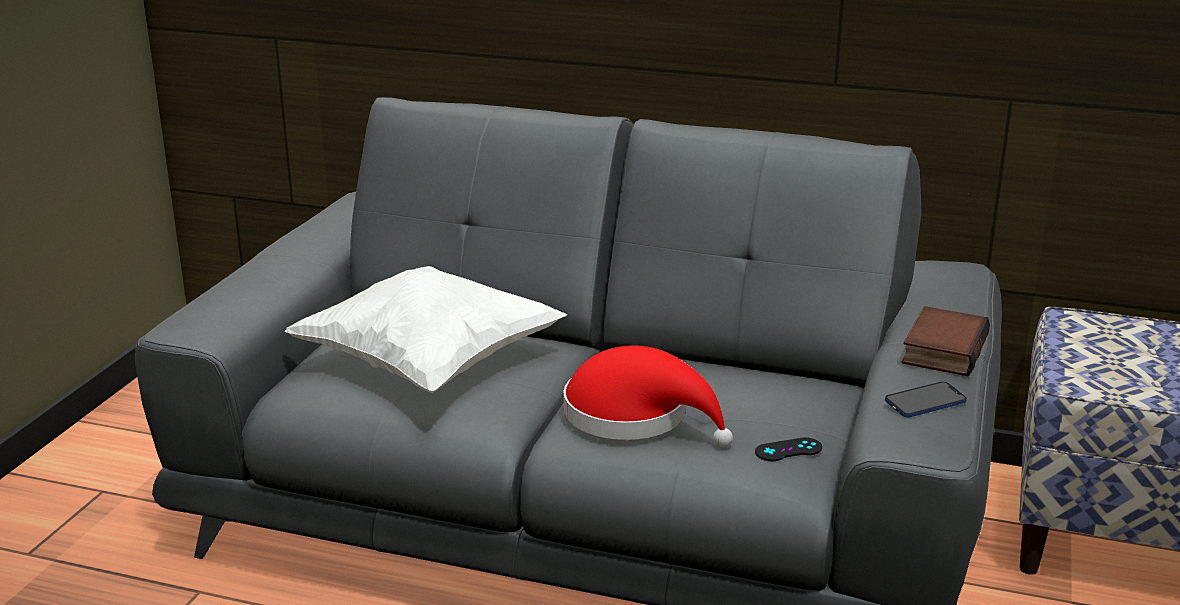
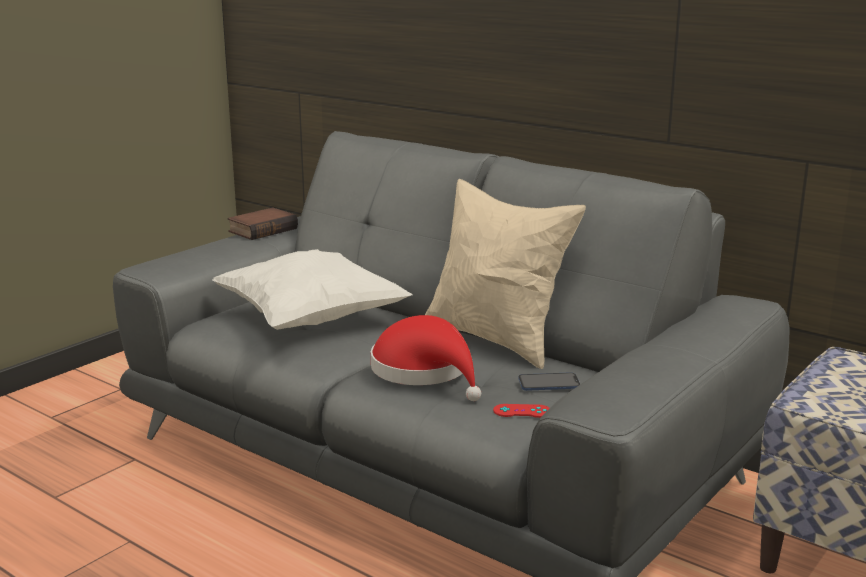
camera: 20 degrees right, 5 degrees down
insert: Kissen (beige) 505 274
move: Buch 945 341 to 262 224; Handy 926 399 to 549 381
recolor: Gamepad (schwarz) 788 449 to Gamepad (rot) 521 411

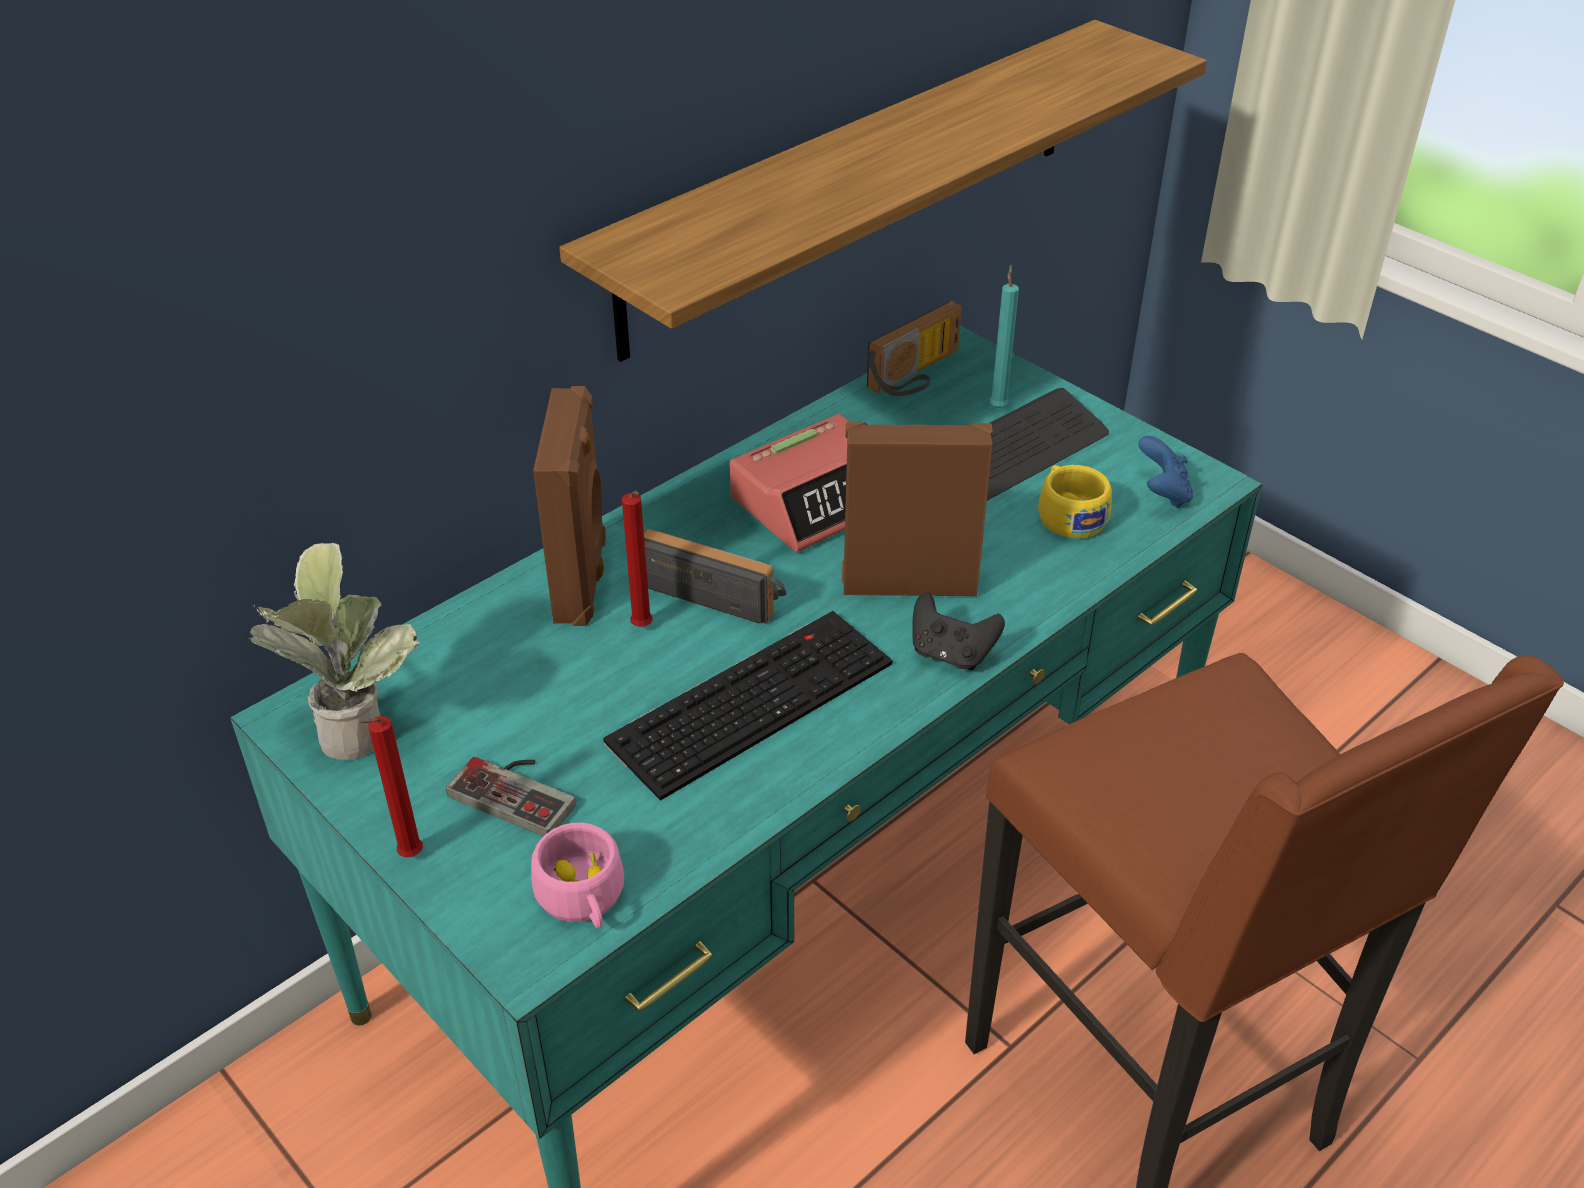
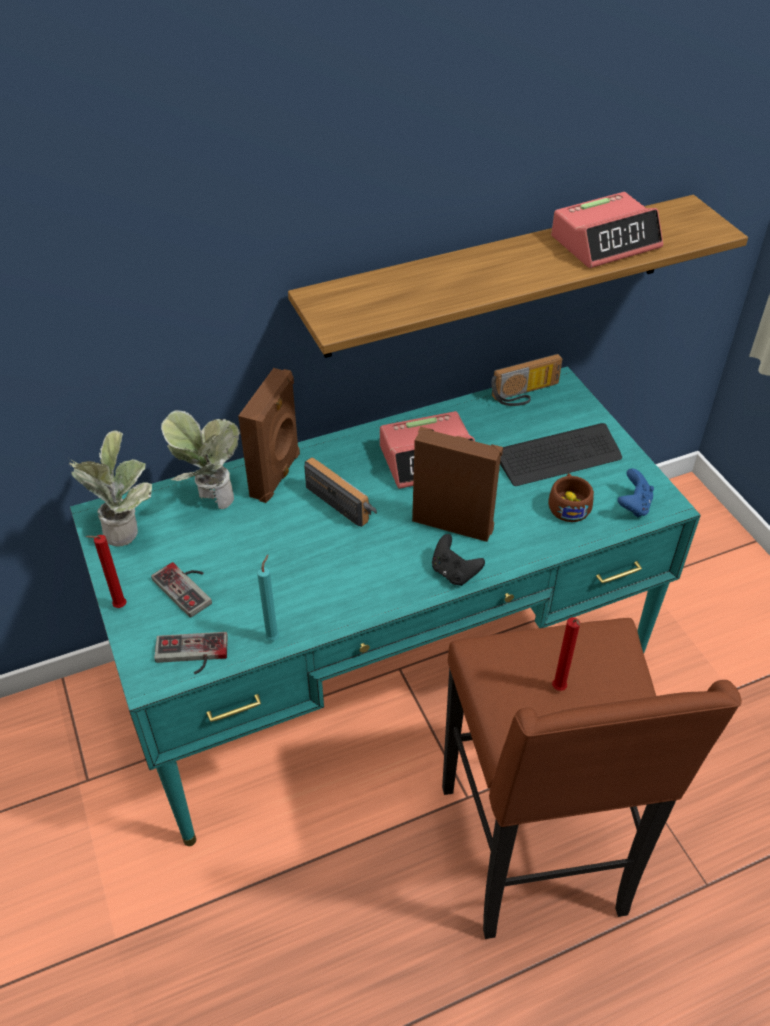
camera: 20 degrees right, 5 degrees up
delete: Tastatur 748 706
insert: Wecker 607 230; Topfpflanze 200 459
move: Kerze (türkis) 1004 336 to 268 598; Kerze (rot) 637 559 to 566 654
replace: Tasse (rosa) 577 875 to Gamepad 191 653
recolor: Tasse (gelb) 1075 501 to Tasse (braun) 571 497

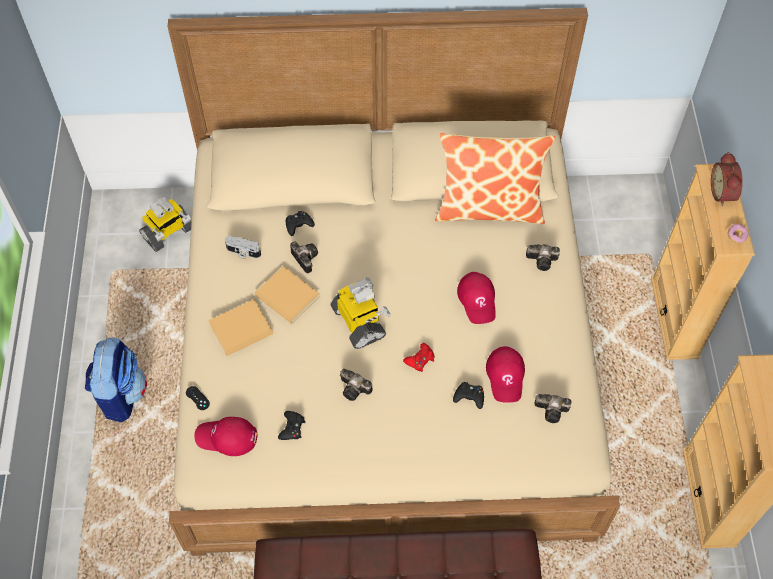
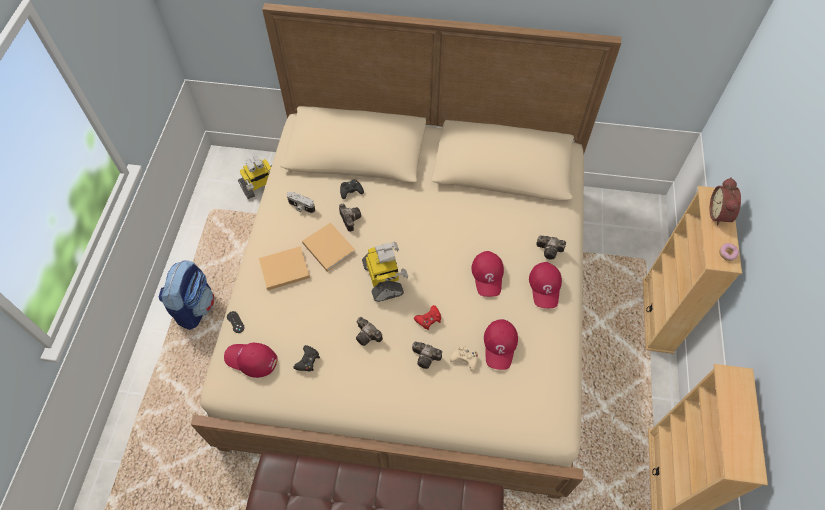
camera: 10 degrees right, 0 degrees up
delete: Kissen 495 178
insert: Kappe (rot) 545 285
move: Kamera 553 408 to 427 355
recolor: Gamepad (schwarz) 468 395 to Gamepad (beige) 464 358

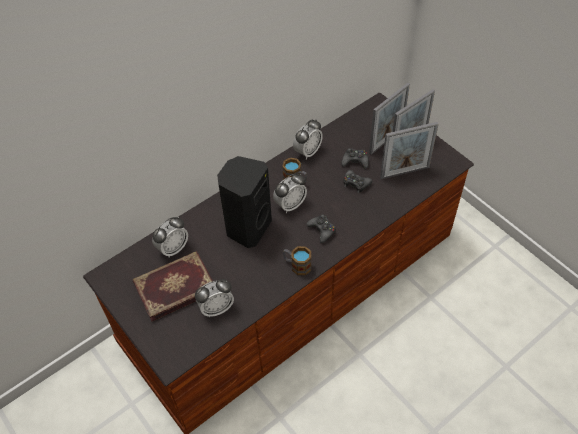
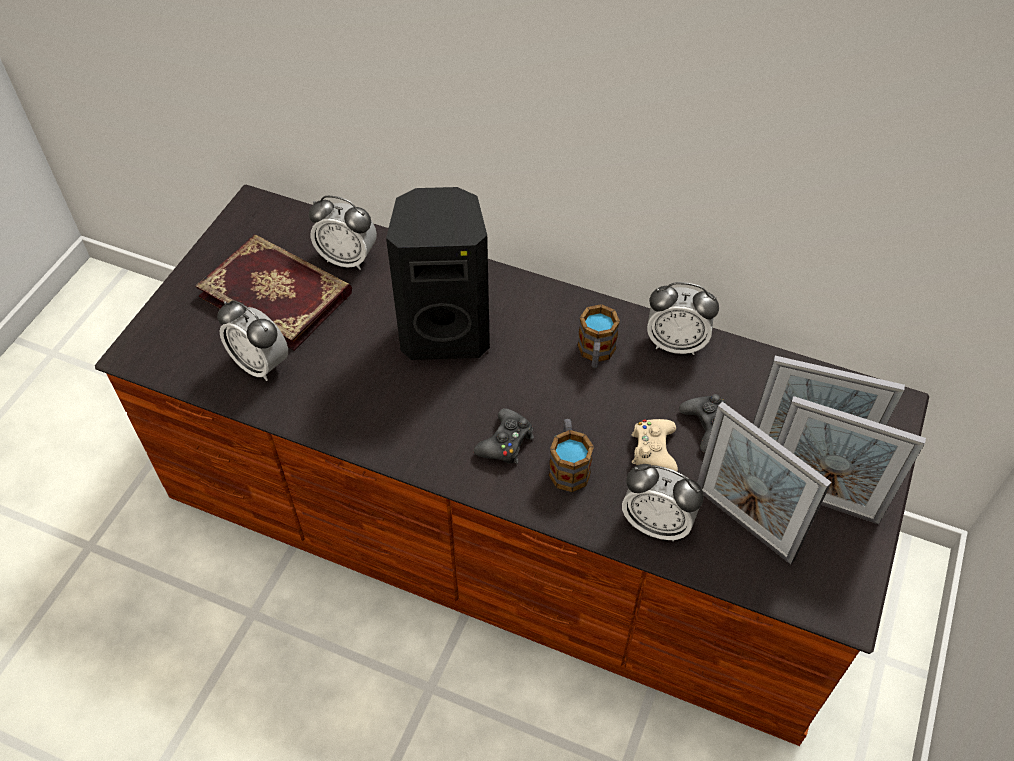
camera: 60 degrees right, 0 degrees up
move: Wecker 290 193 to 663 502; Henkelbecher 297 261 to 571 455
recolor: Gamepad (schwarz) 357 181 to Gamepad (beige) 655 445

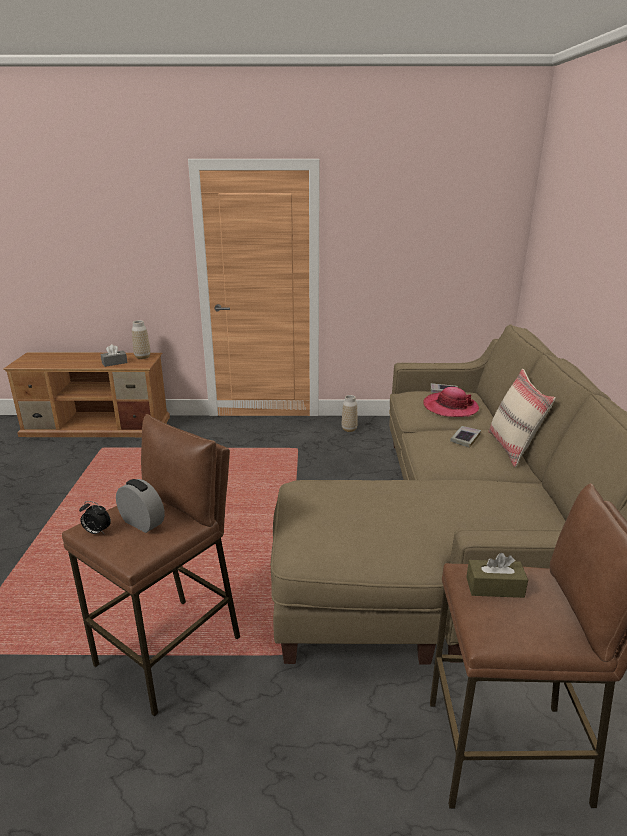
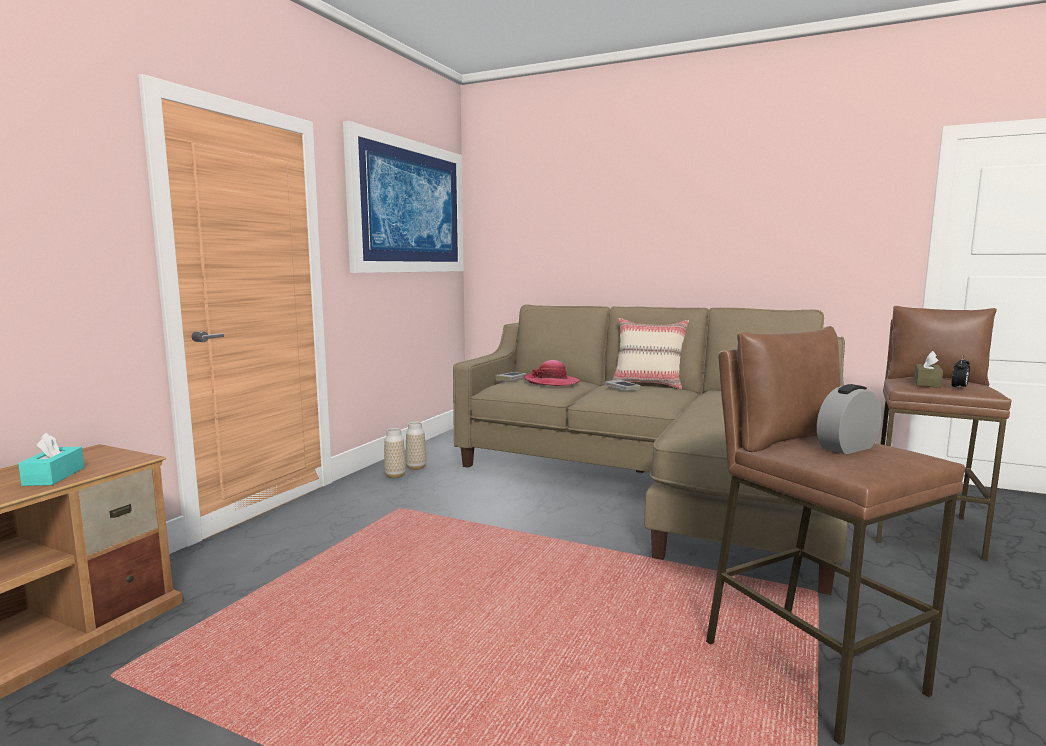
camera: 65 degrees left, 15 degrees down
insert: Bild 403 197
move: Vase 141 339 to 416 446; Wecker 95 518 to 960 372
recolor: Taschentuchbox (grau) 114 355 to Taschentuchbox (türkis) 51 459

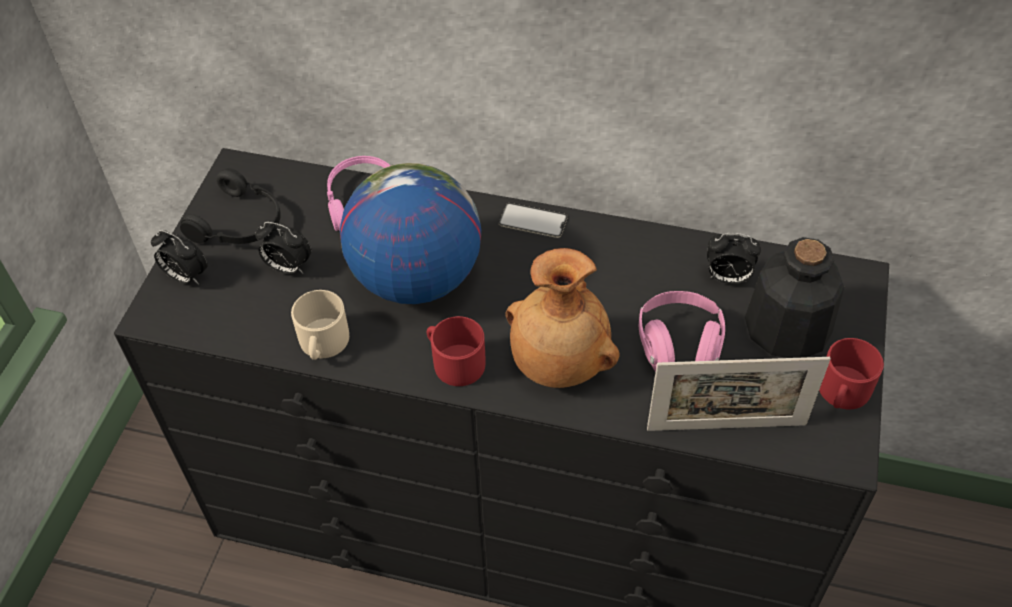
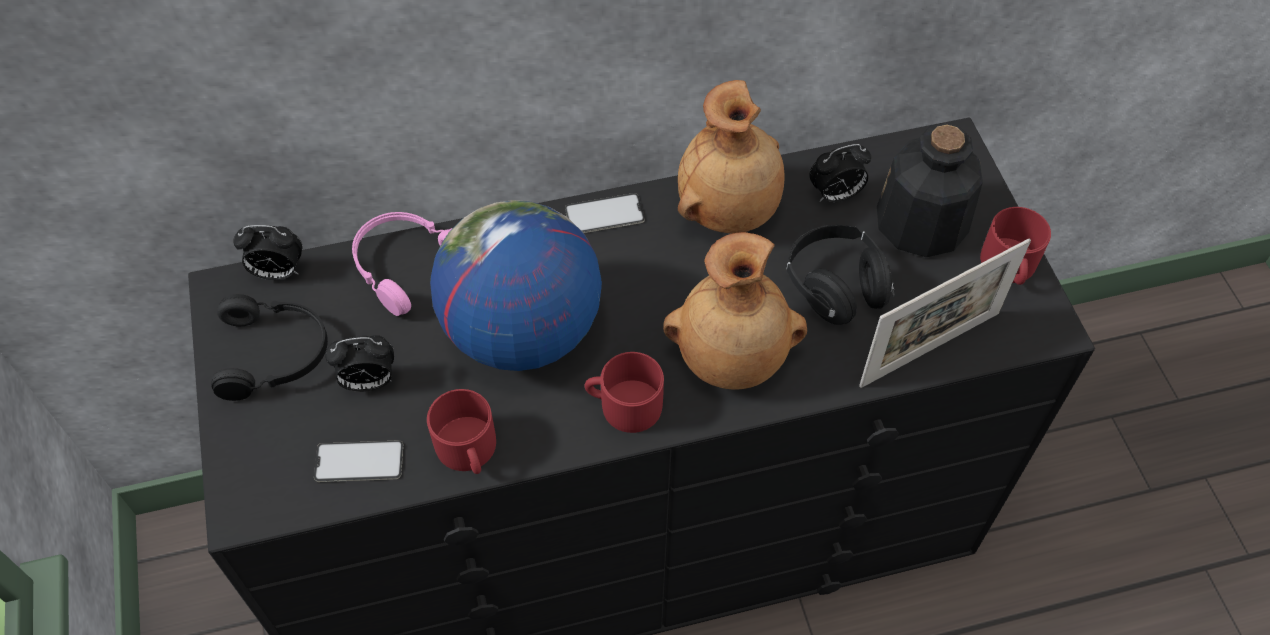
camera: 30 degrees left, 5 degrees up
insert: Vase (braun) 731 156; Handy 358 461
move: Wecker 179 257 to 267 252
recolor: Henkelbecher (beige) 320 325 to Henkelbecher (rot) 461 431; Kopfhörer (rosa) 682 331 to Kopfhörer (schwarz) 841 275

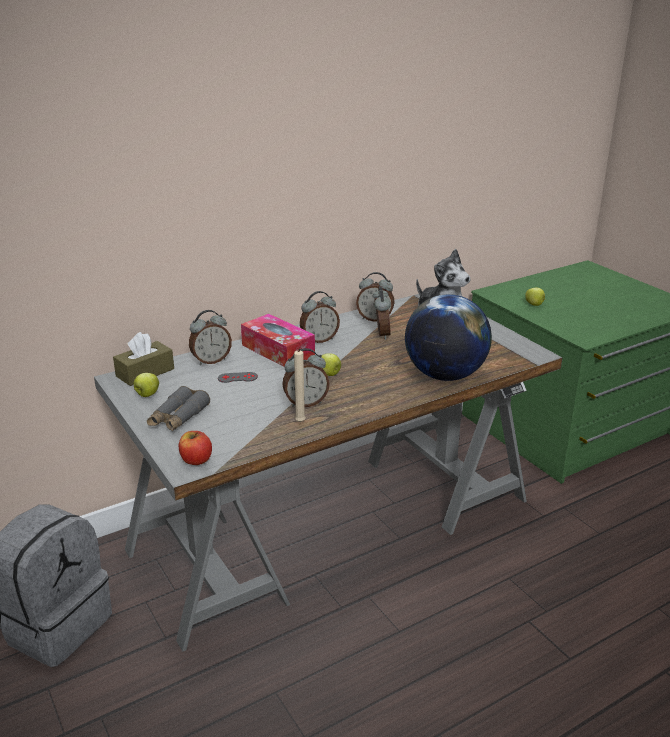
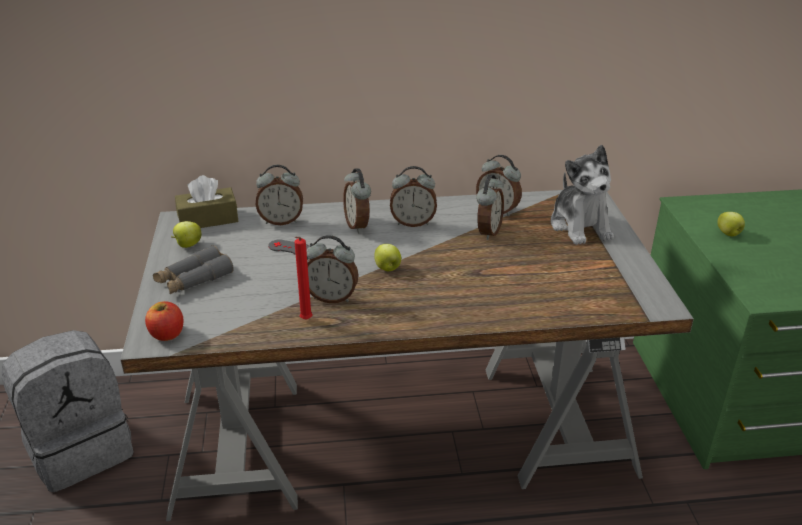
camera: 25 degrees right, 5 degrees up
delete: Globus 448 337
replace: Taschentuchbox 278 340 to Wecker 357 200
recolor: Kerze (beige) 300 385 to Kerze (rot) 304 278

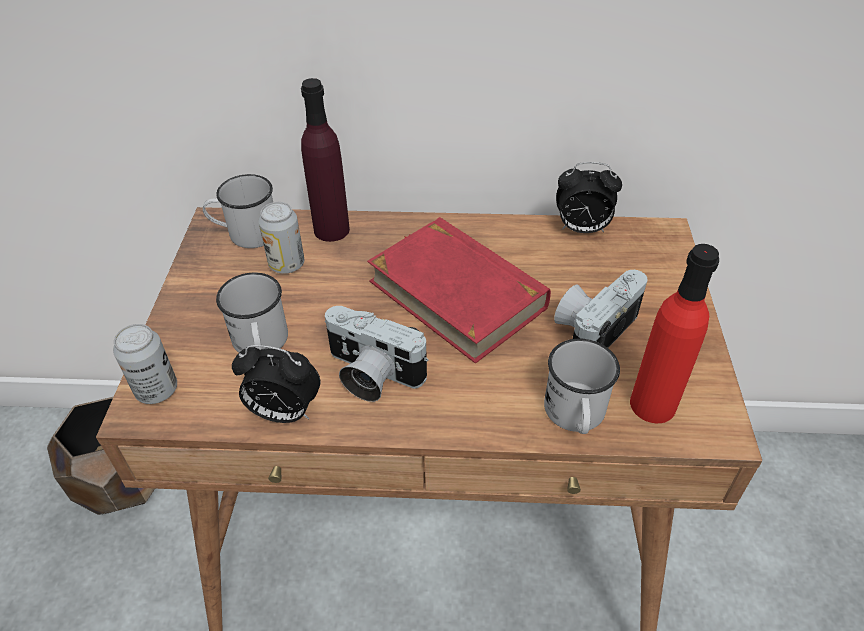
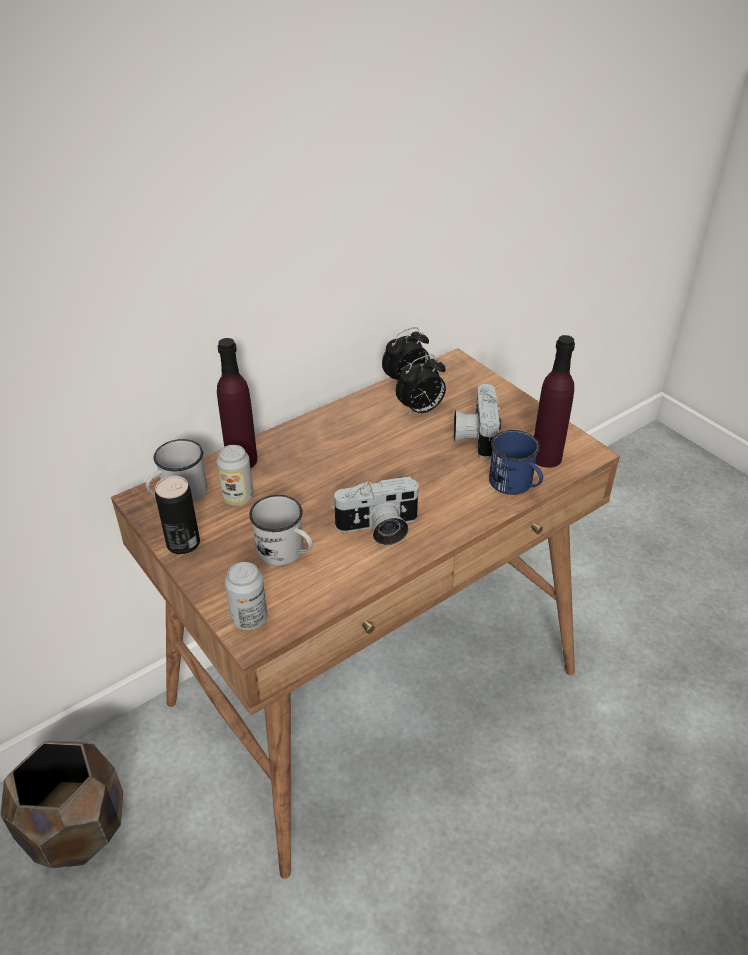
camera: 40 degrees left, 5 degrees down
delete: Buch (rot) 459 290
insert: Dose 177 515
move: Wecker 276 384 to 421 385
recolor: Flasche (rot) 674 333 to Flasche (lila) 554 401; Henkelbecher (weiß) 582 386 to Henkelbecher (blau) 516 462

